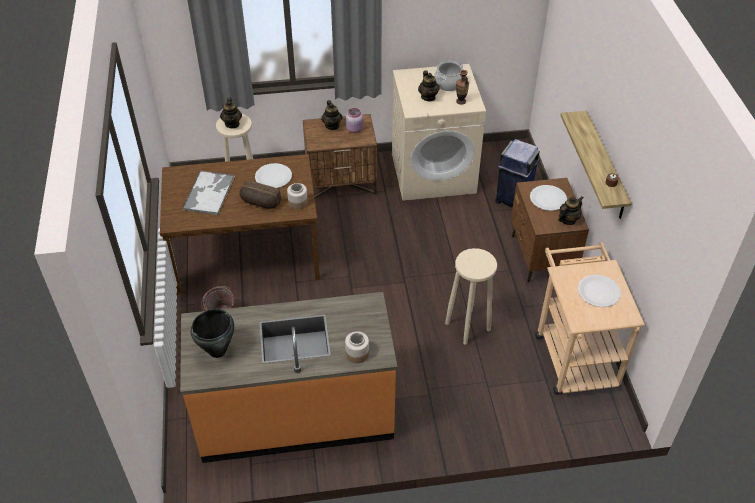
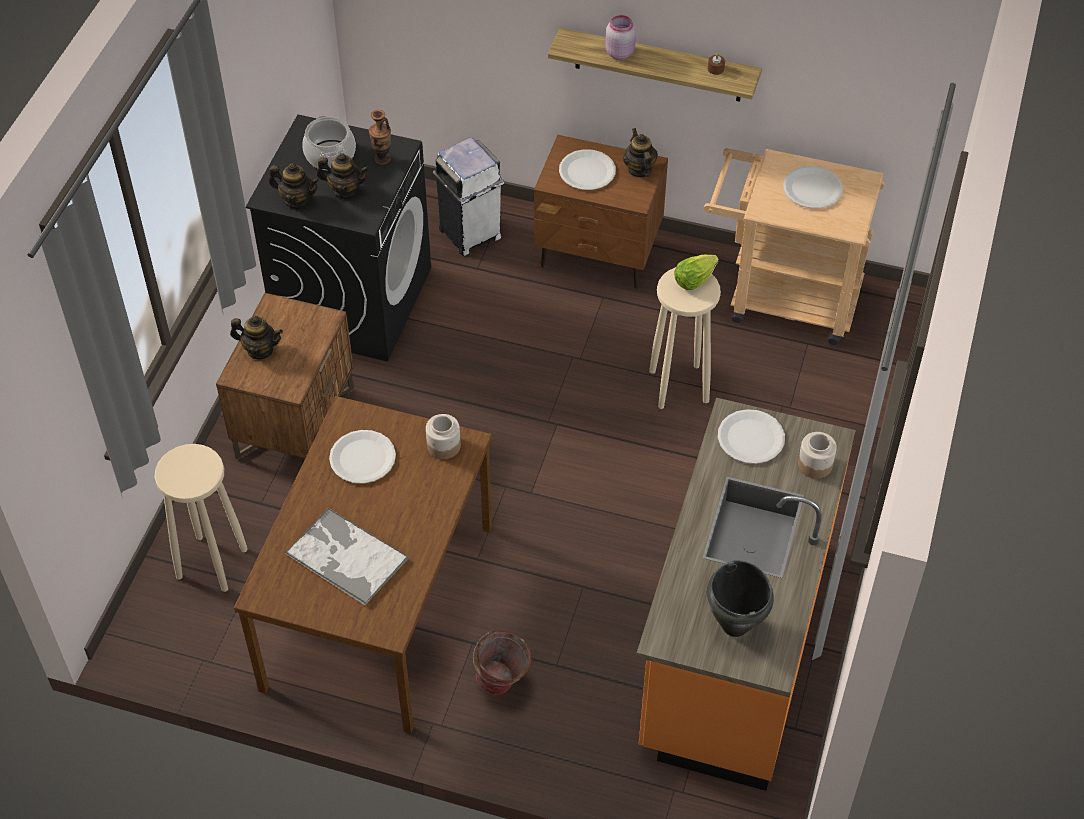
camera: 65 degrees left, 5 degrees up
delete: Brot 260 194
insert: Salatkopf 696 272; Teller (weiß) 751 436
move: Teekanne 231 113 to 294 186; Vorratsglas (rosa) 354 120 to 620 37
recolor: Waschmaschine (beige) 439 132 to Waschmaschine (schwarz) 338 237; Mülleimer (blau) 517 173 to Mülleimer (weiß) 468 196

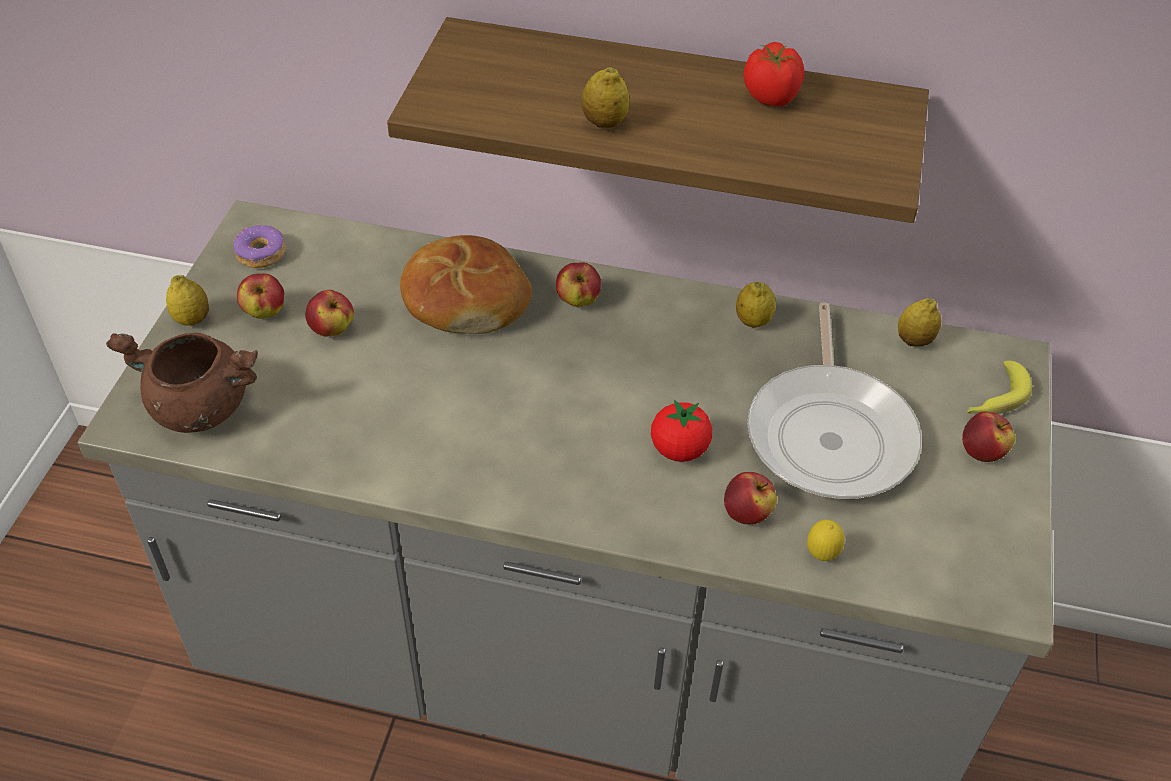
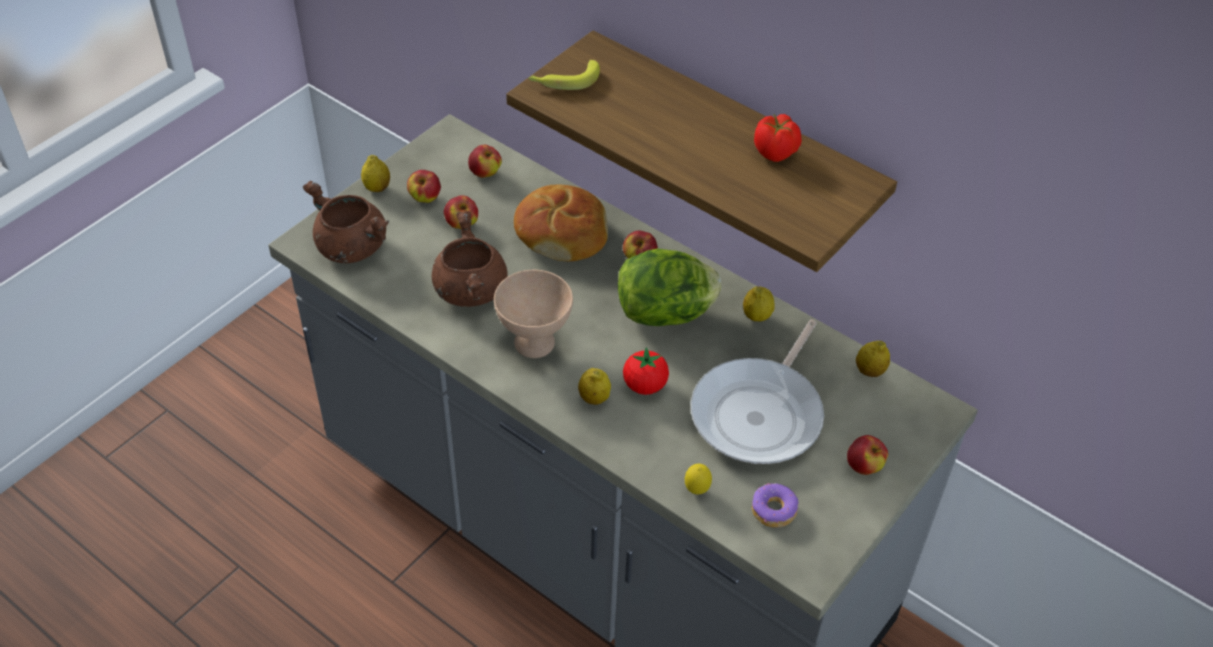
camera: 25 degrees right, 0 degrees up
insert: Kochtopf (braun) 470 259; Salatkopf 669 287; Schüssel (beige) 533 314
move: Zitrone 605 97 to 594 386; Donut 260 246 to 775 505; Banane 999 387 to 564 75; Apfel 750 498 to 485 161

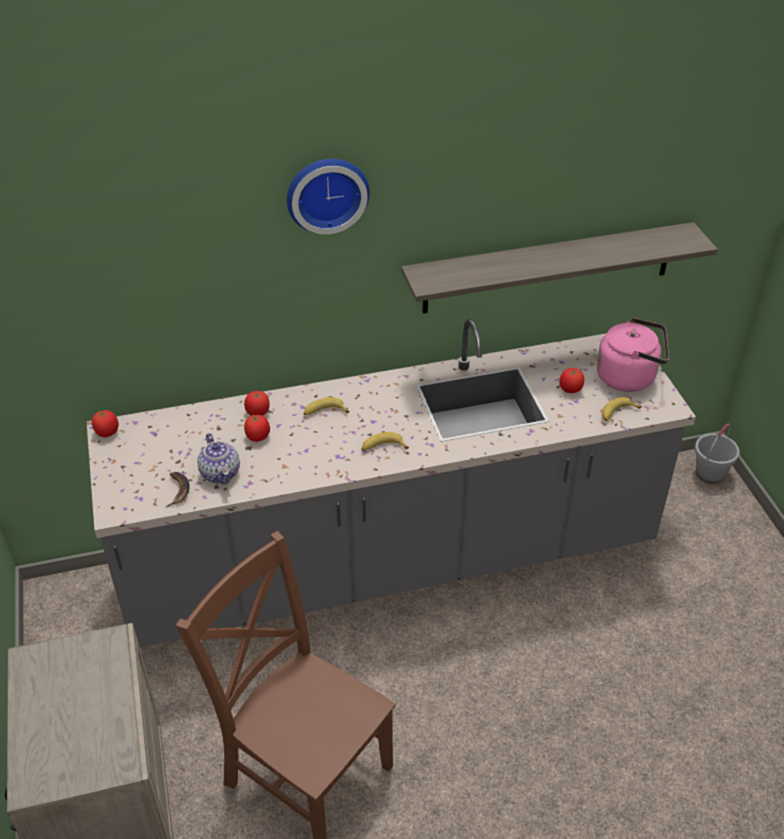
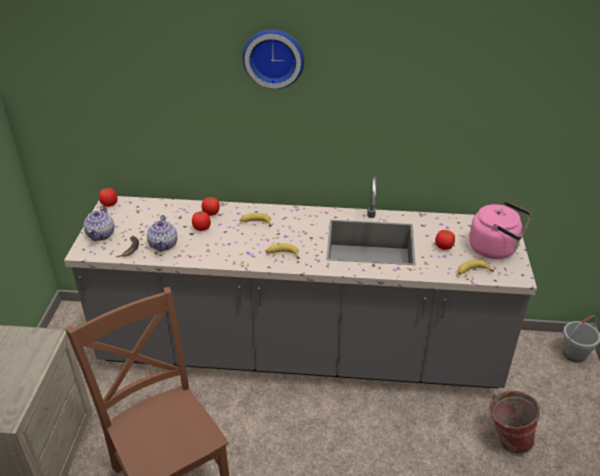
camera: 20 degrees right, 5 degrees down
delete: Wandregal 559 267
insert: Teekanne 99 223; Eimer 516 422

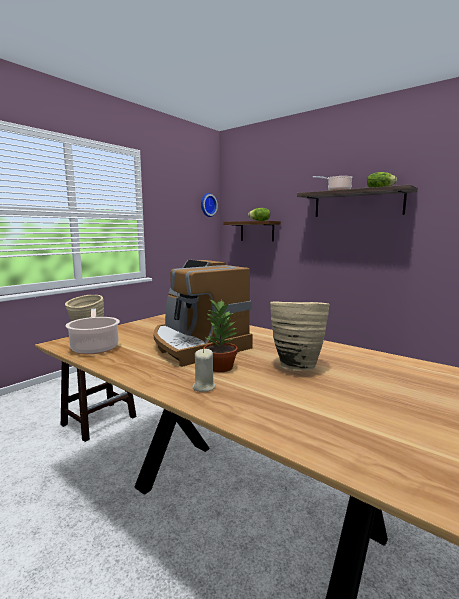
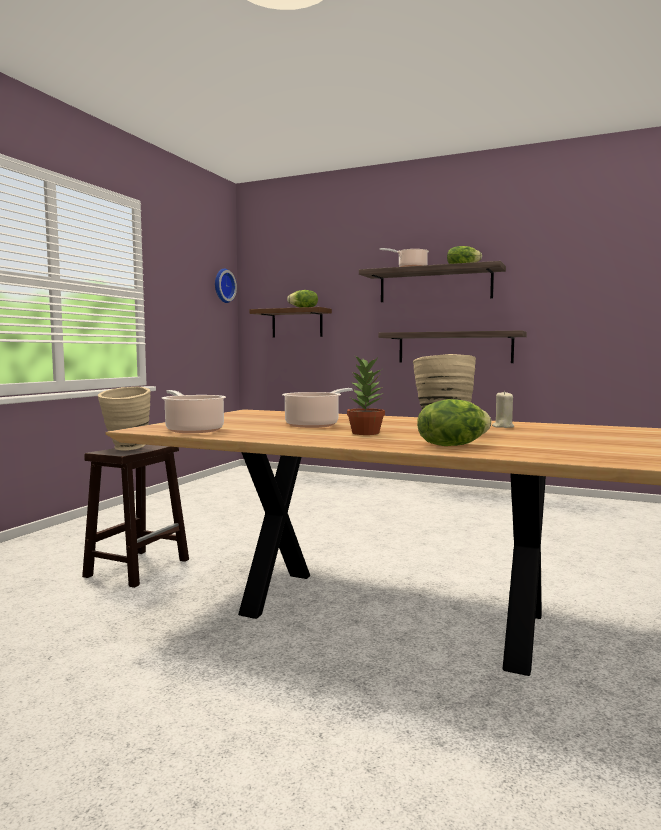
camera: 15 degrees left, 5 degrees down
insert: Wandregal 452 347; Salatkopf 454 422
move: Kerze (beige) 204 370 to 503 409
replace: Kaffeemaschine 203 313 to Kochtopf 317 408

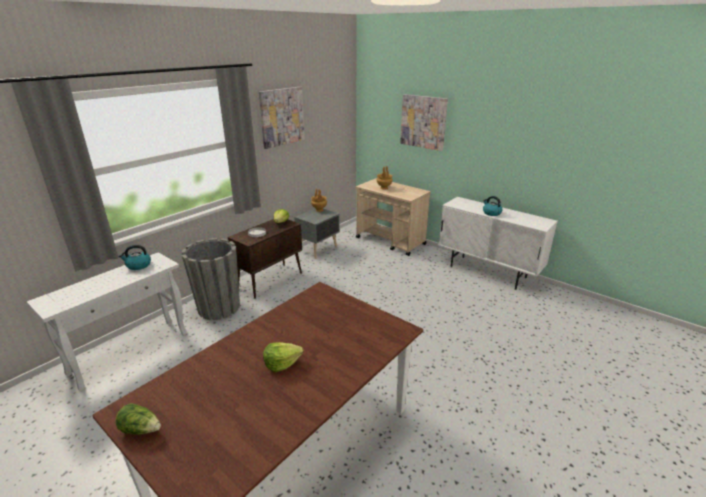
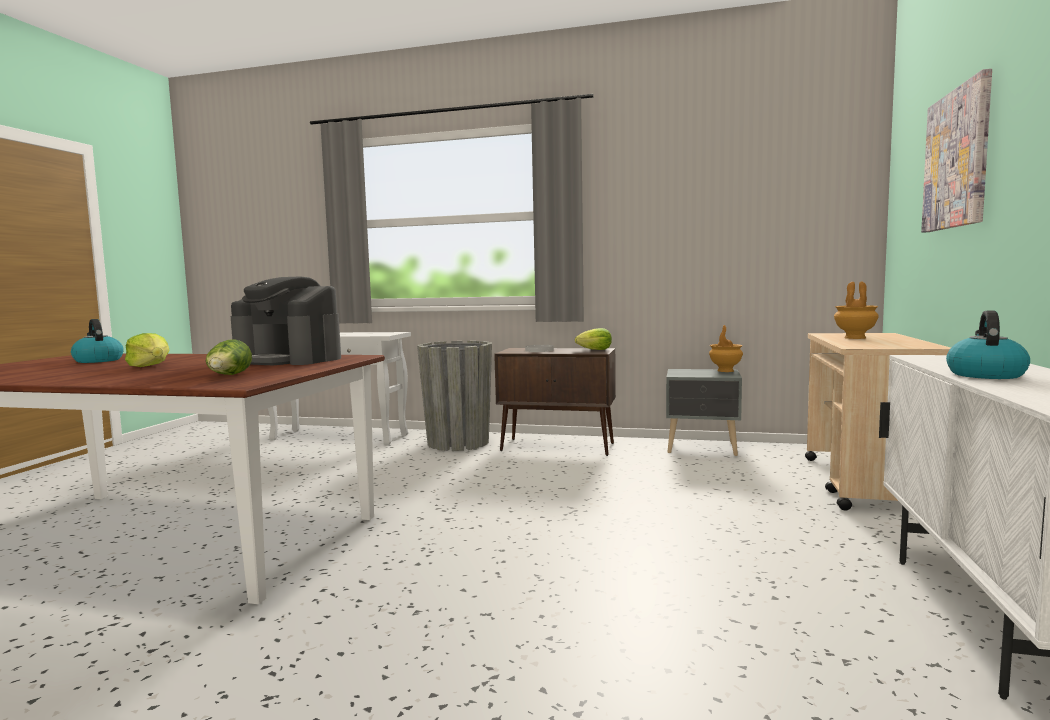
camera: 65 degrees right, 20 degrees down
delete: Bild 281 118
insert: Kaffeemaschine 286 320
move: Wasserkessel 135 257 to 97 341; Salatkopf 138 418 to 229 357

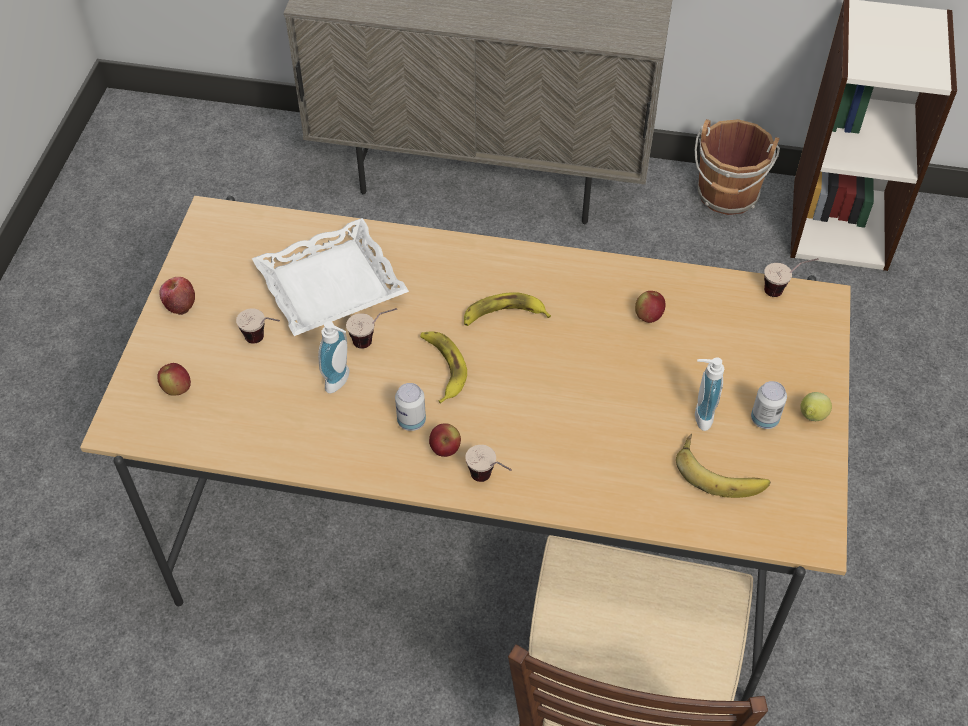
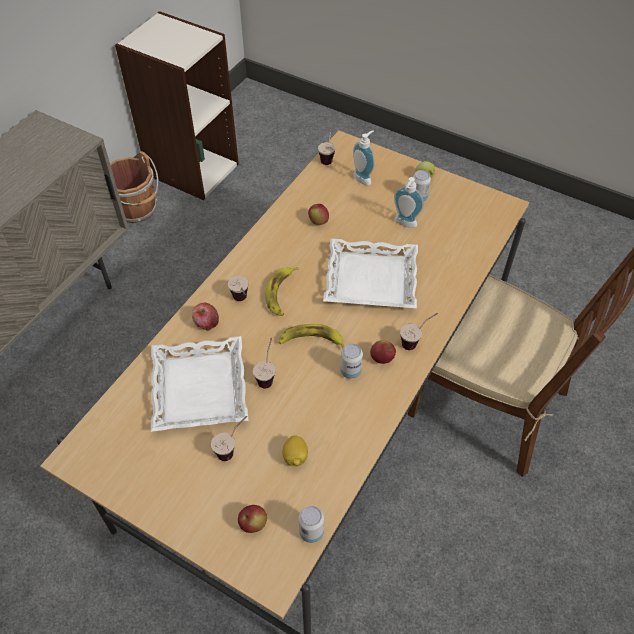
camera: 70 degrees left, 0 degrees up
delete: Banane 723 466
insert: Tablett (weiß) 370 273; Tasse 238 288; Zitrone 295 450; Dose 311 524
move: Apfel 177 296 to 205 316; Seifenspender 334 357 to 364 157

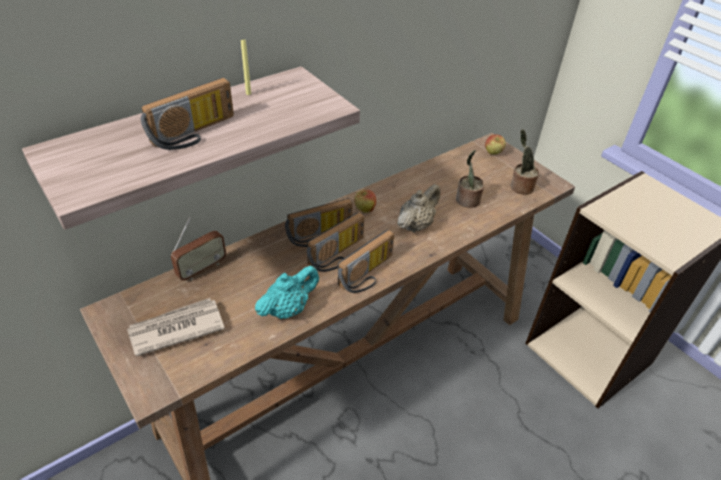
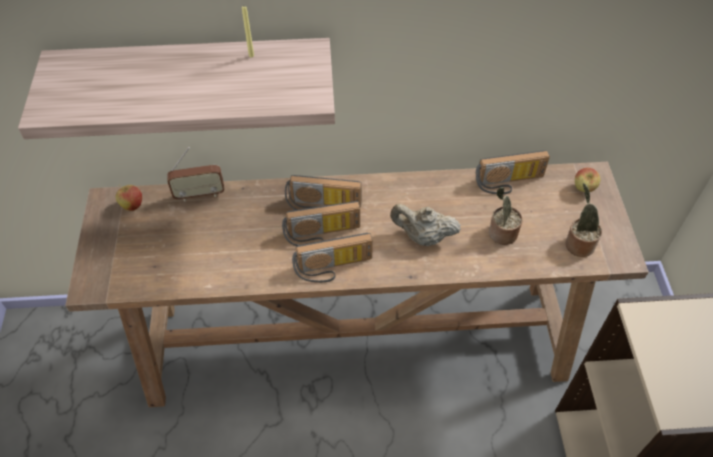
camera: 35 degrees right, 10 degrees up
delete: Teekanne (türkis) 287 292; Zeitung 176 327
move: Radio 187 113 to 513 172; Apfel 365 201 to 129 198
rotate: Teekanne (beige) 419 208 = 425 225 150 degrees counterclockwise

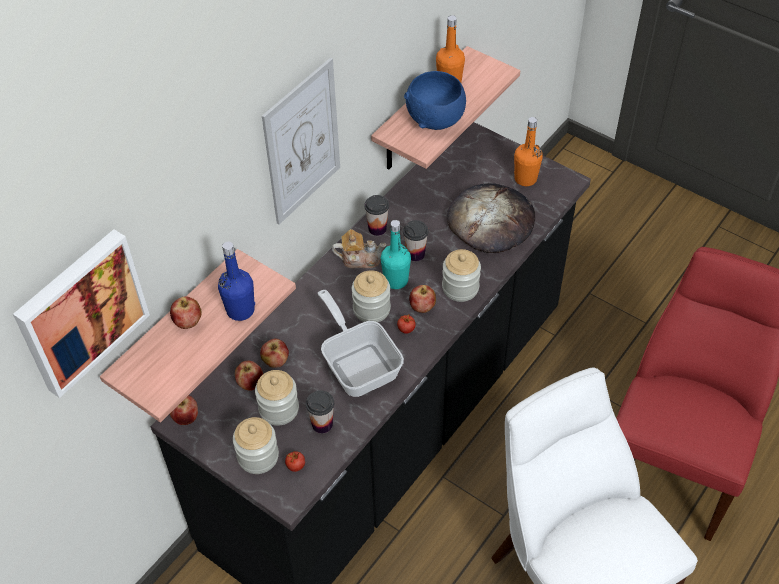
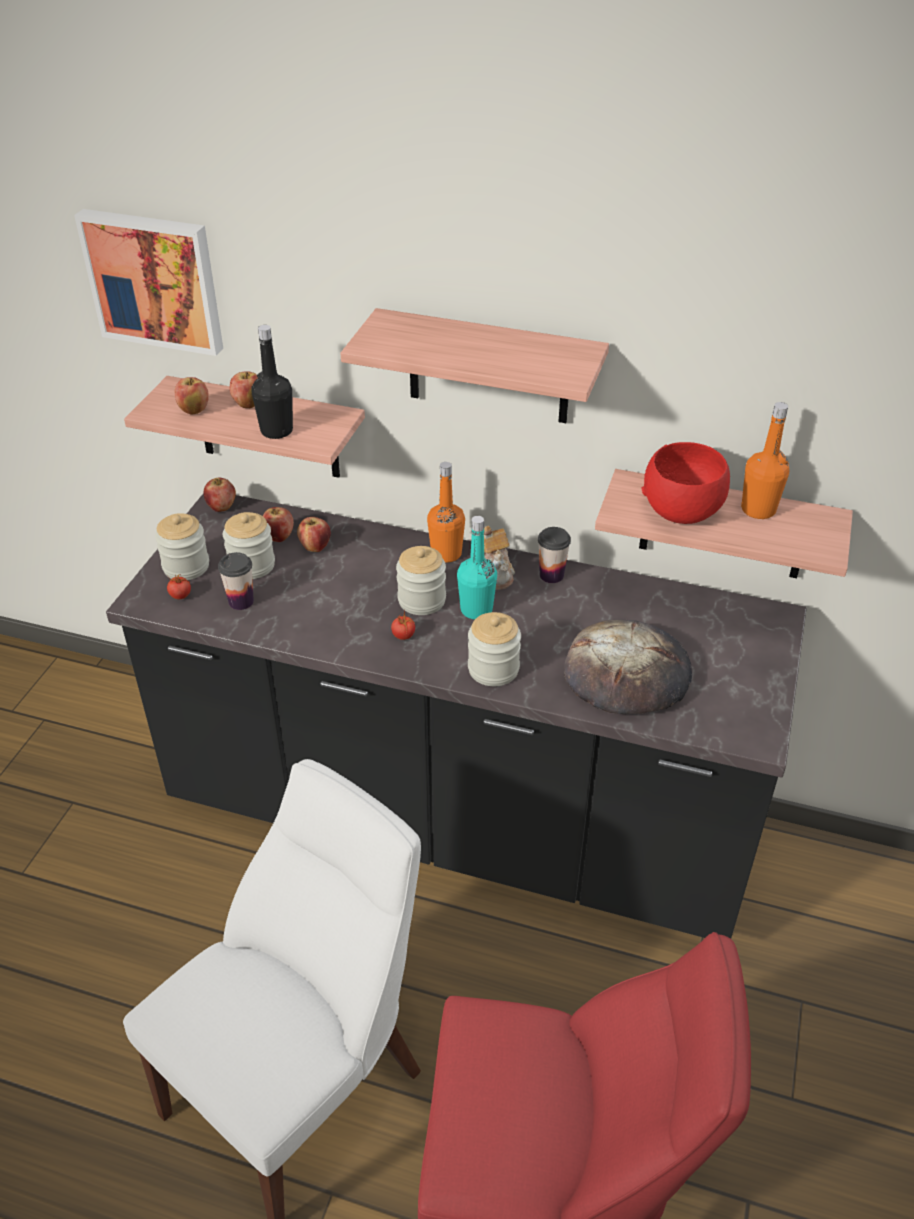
camera: 70 degrees right, 10 degrees down
delete: Tasse 415 240; Pfanne 361 343
move: Flasche (orange) 528 151 to 446 512; Apfel 422 299 to 192 396
replace: Bild 301 141 to Wandregal 474 365
recolor: Schüssel (blau) 435 100 to Schüssel (rot) 685 483; Flasche (blau) 236 281 to Flasche (schwarz) 272 382

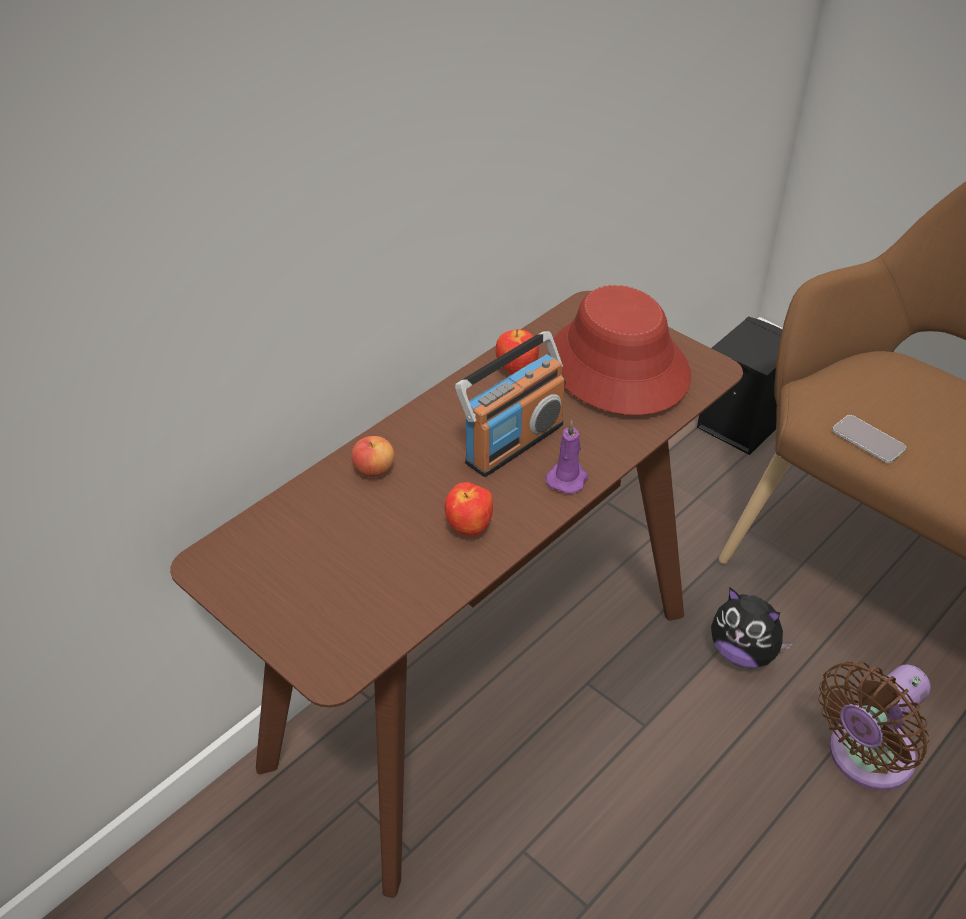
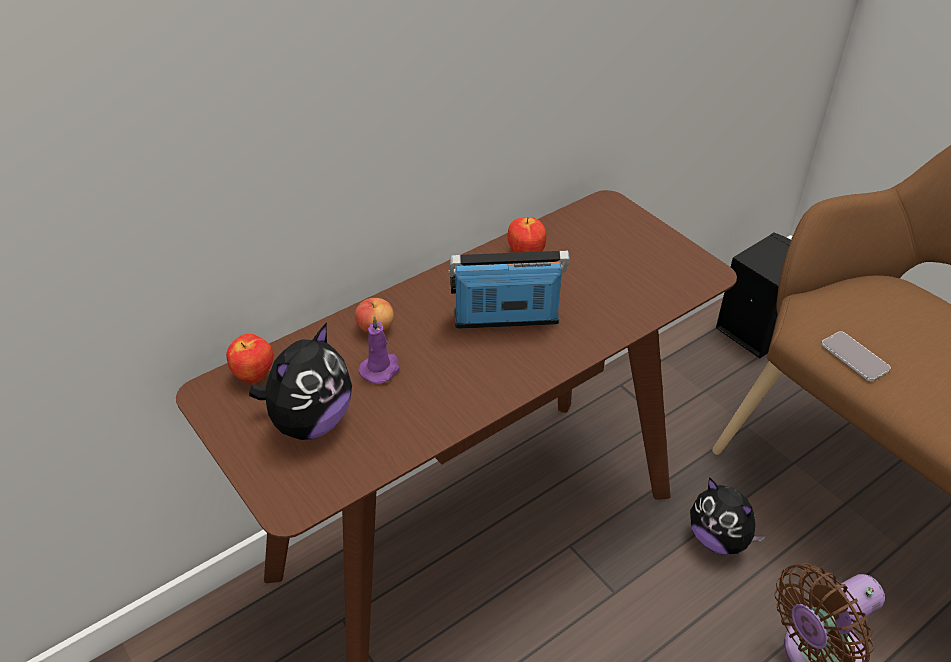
camera: 10 degrees right, 0 degrees up
delete: Hut (rot) 620 350
insert: Plüschtier 300 381
move: Kerze (lila) 567 457 to 379 349; Apfel 468 509 to 250 358
rotate: Radio 510 404 = 509 290 150 degrees counterclockwise

